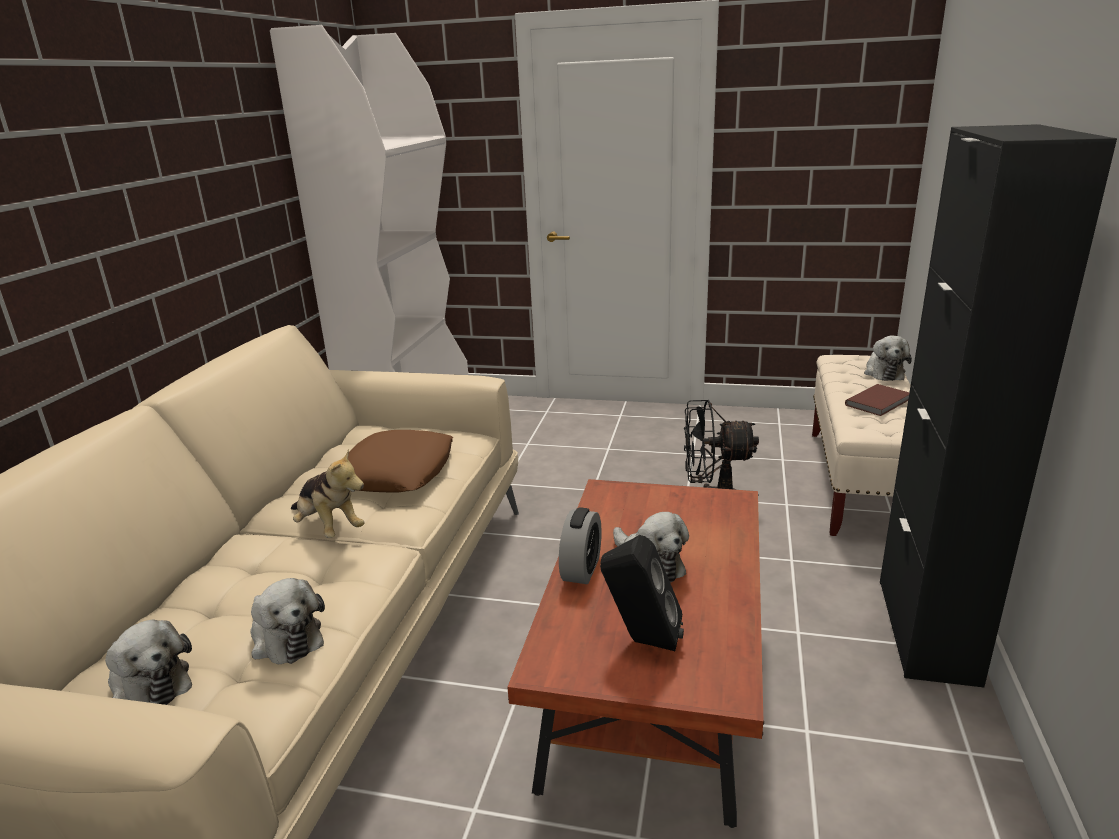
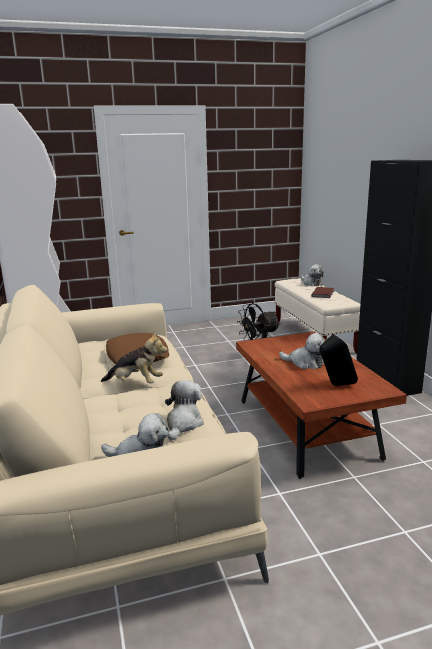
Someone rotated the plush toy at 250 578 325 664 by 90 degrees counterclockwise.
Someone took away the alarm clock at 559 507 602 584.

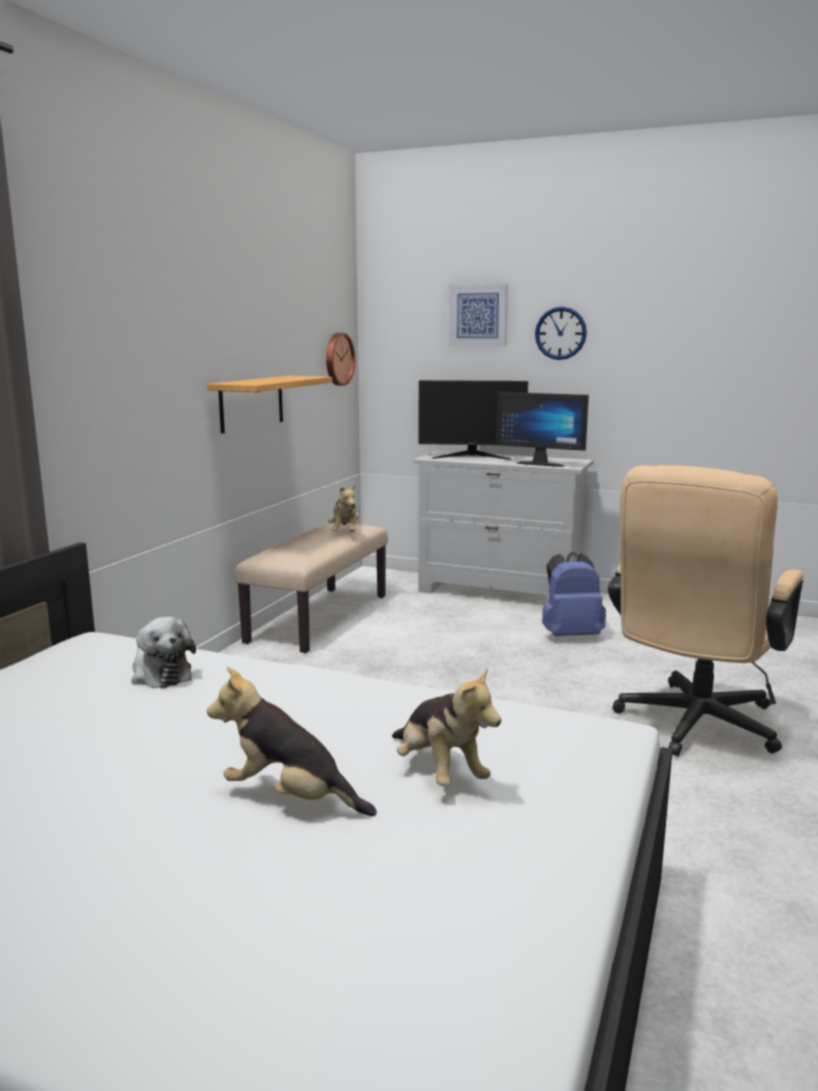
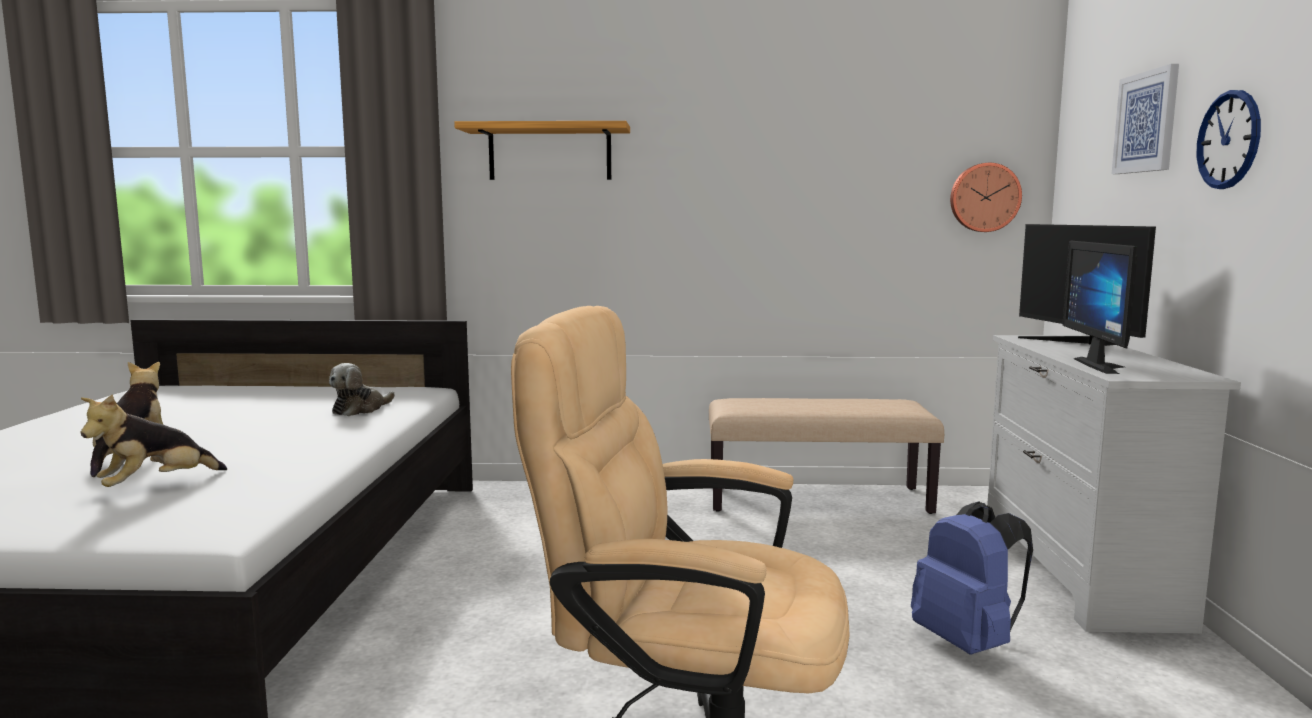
Someone carried the shelf from 207 376 332 434 to 454 121 630 180.
Someone took away the plush toy at 328 484 359 532.

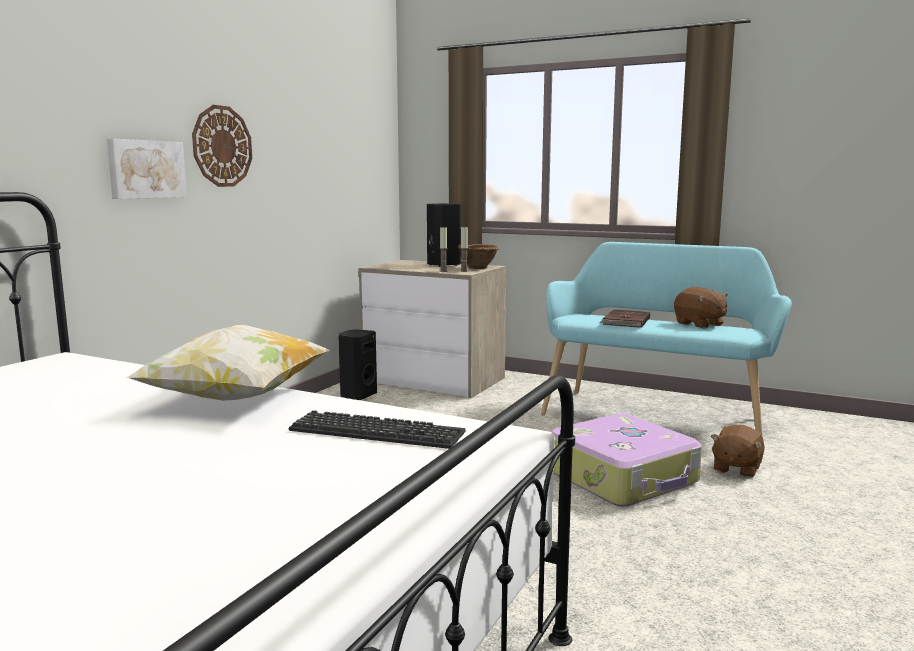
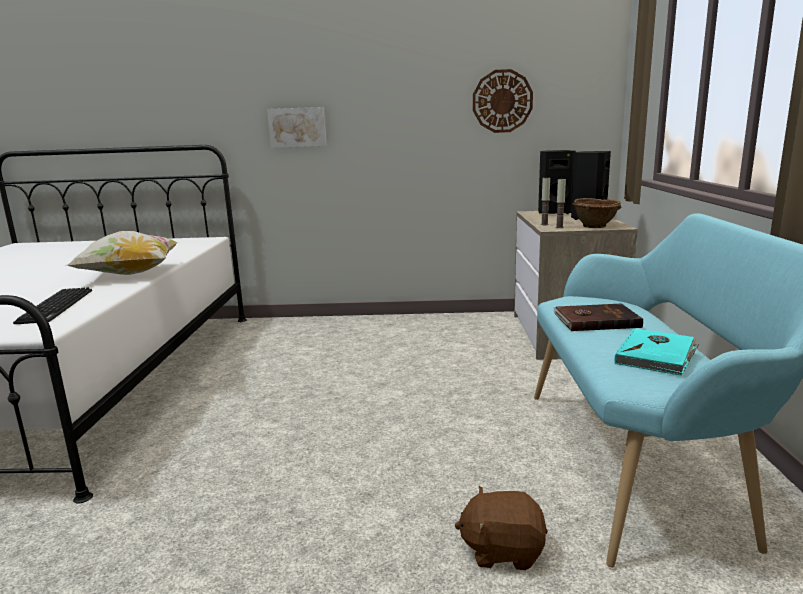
Someone carried the wall clock from 192 105 252 187 to 473 69 533 133.
Someone carried the black speaker from 338 329 377 400 to 538 150 576 214.
Someone took away the suitcase at 550 414 702 507.
Someone swapped the brown plush toy at 674 287 728 328 for the turquoise book at 614 328 699 376.

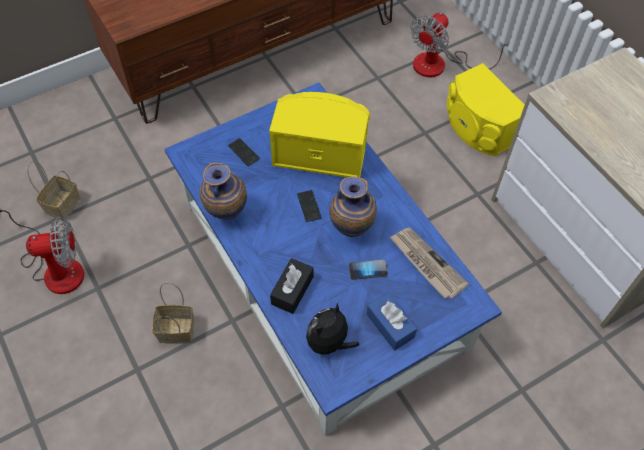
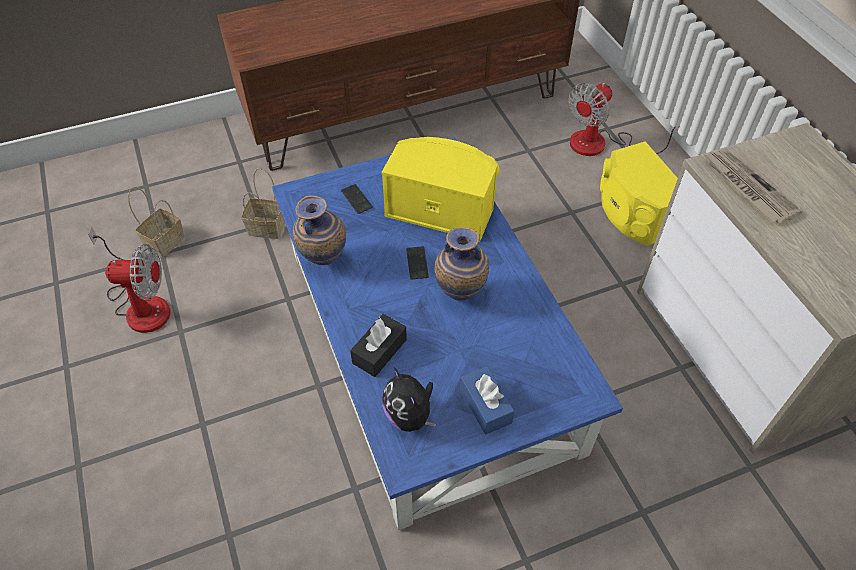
Someone carried the basket from 152 282 194 344 to 241 168 285 239.
Someone rotated the plush toy at 306 303 359 363 by 75 degrees counterclockwise.
Someone took away the phone at 349 259 388 280.
Someone carried the newspaper from 390 228 469 299 to 705 149 802 225.

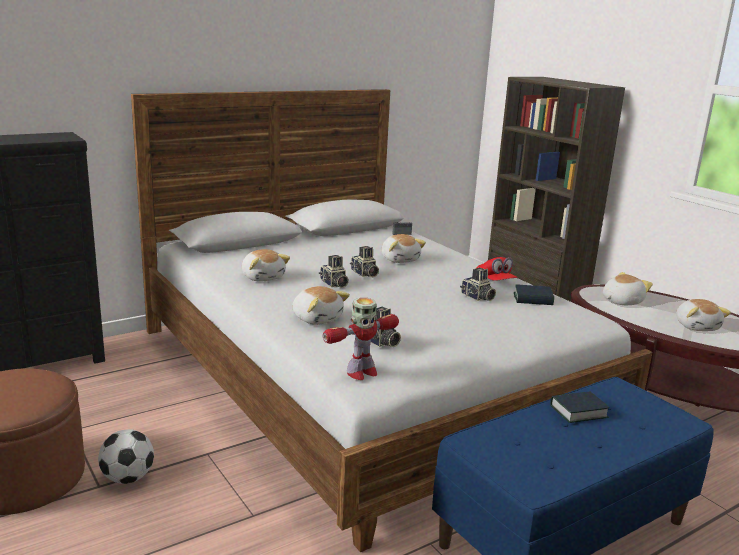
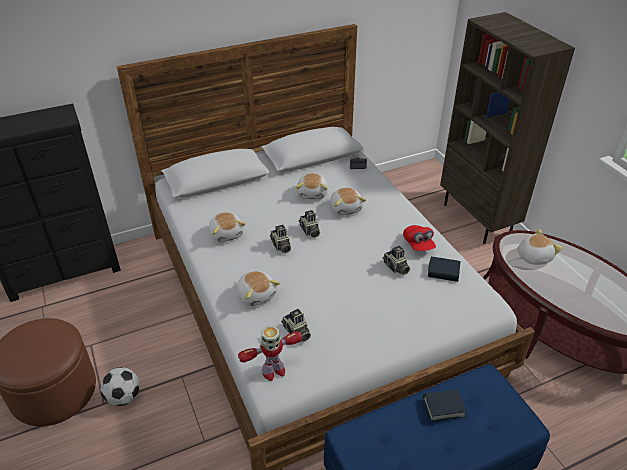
Someone carried the plush toy from 676 299 731 331 to 296 173 328 199.

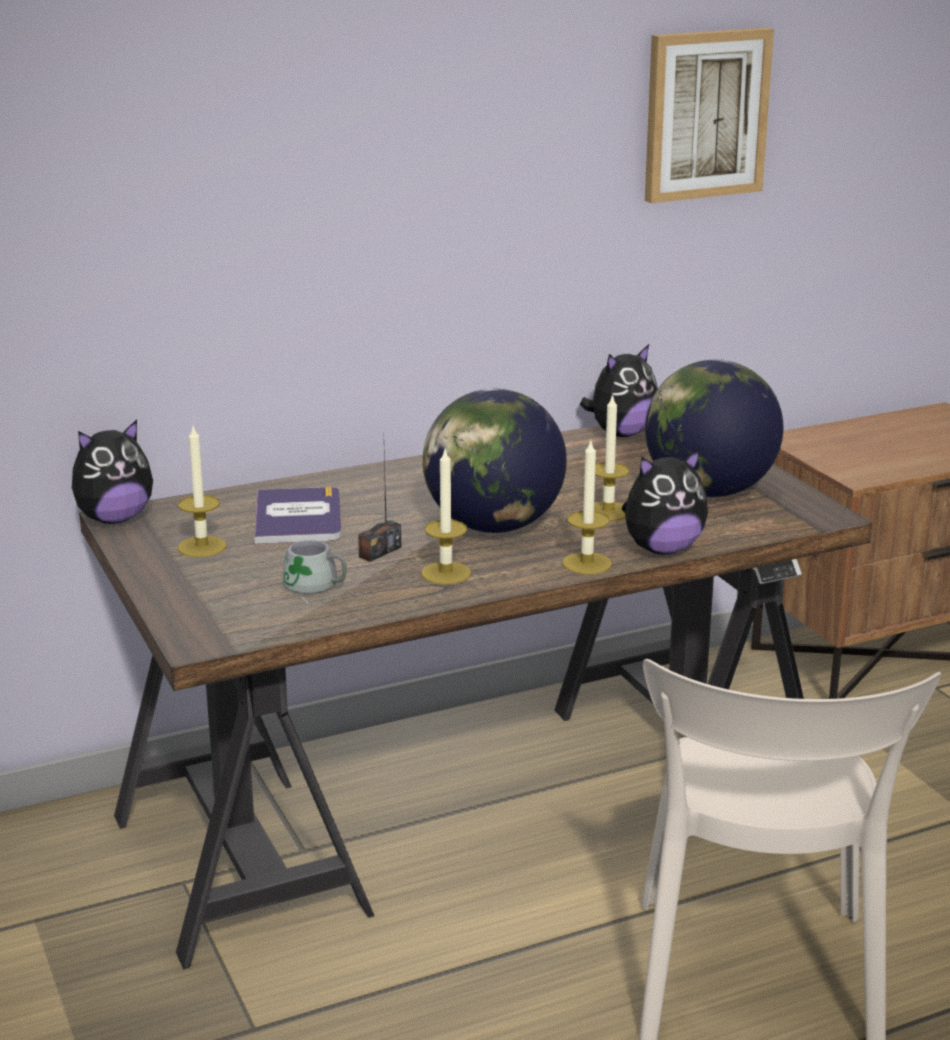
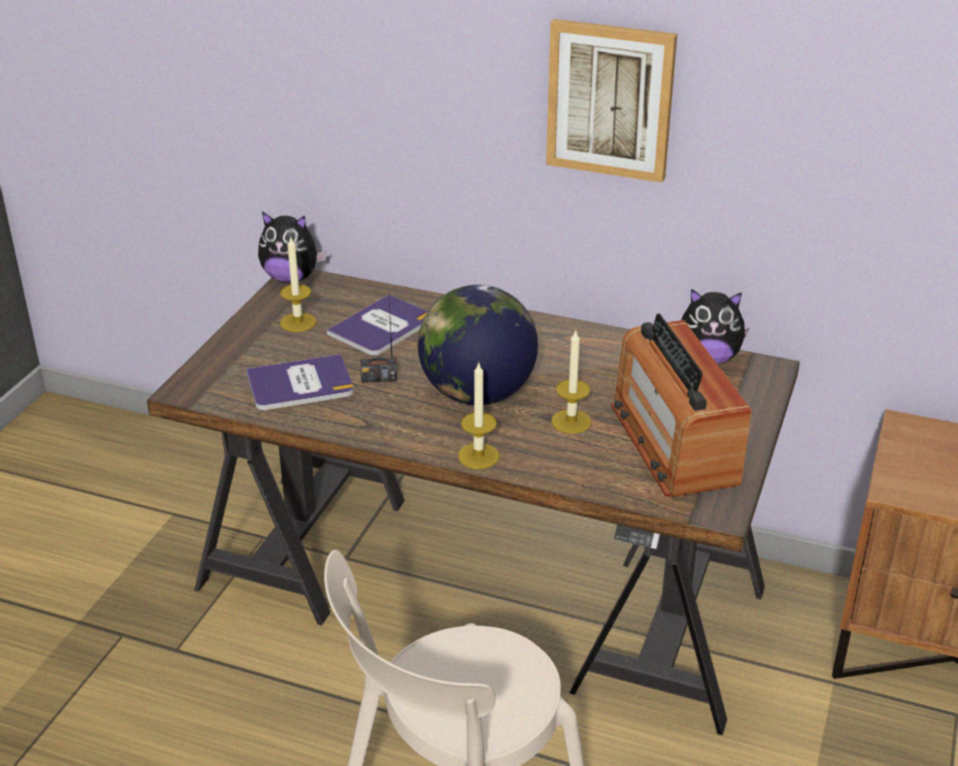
Someone swapped the grey mug at 282 540 347 604 for the book at 246 354 354 411.
Someone took away the candle at 421 447 471 584.
Someone took away the plush toy at 622 449 708 555.
Someone carried the picture from 645 28 774 203 to 546 19 677 183.
Someone swapped the globe at 645 359 783 497 for the radio at 611 313 752 497.

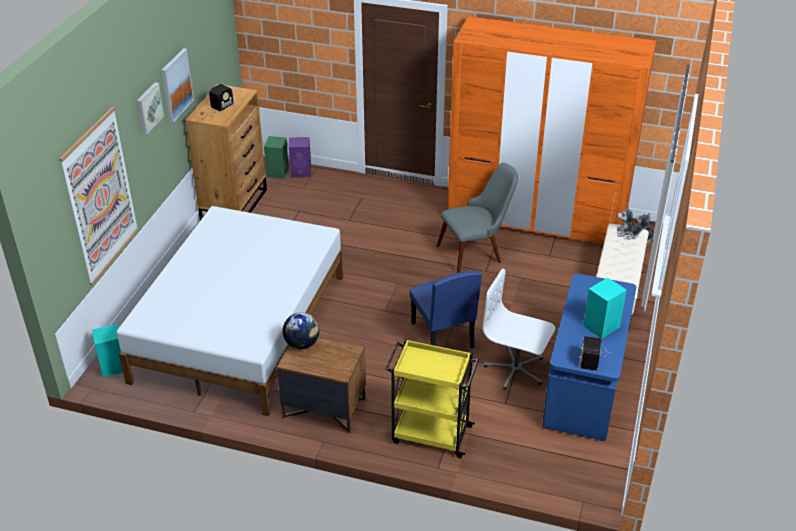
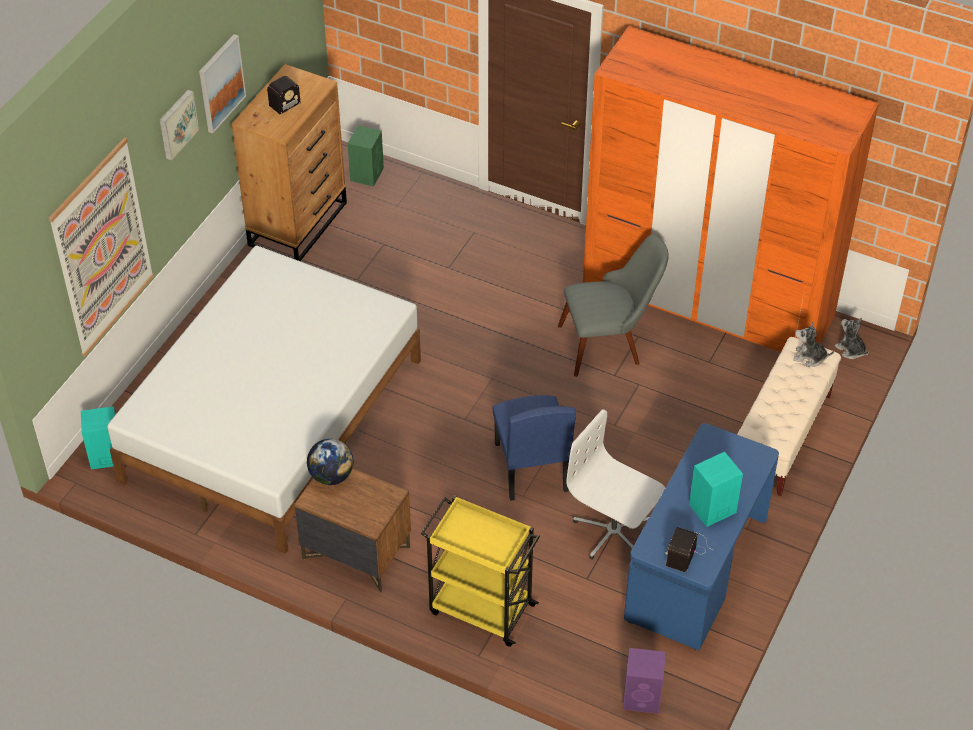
Someone carried the purple speaker from 288 137 311 178 to 623 648 666 714.

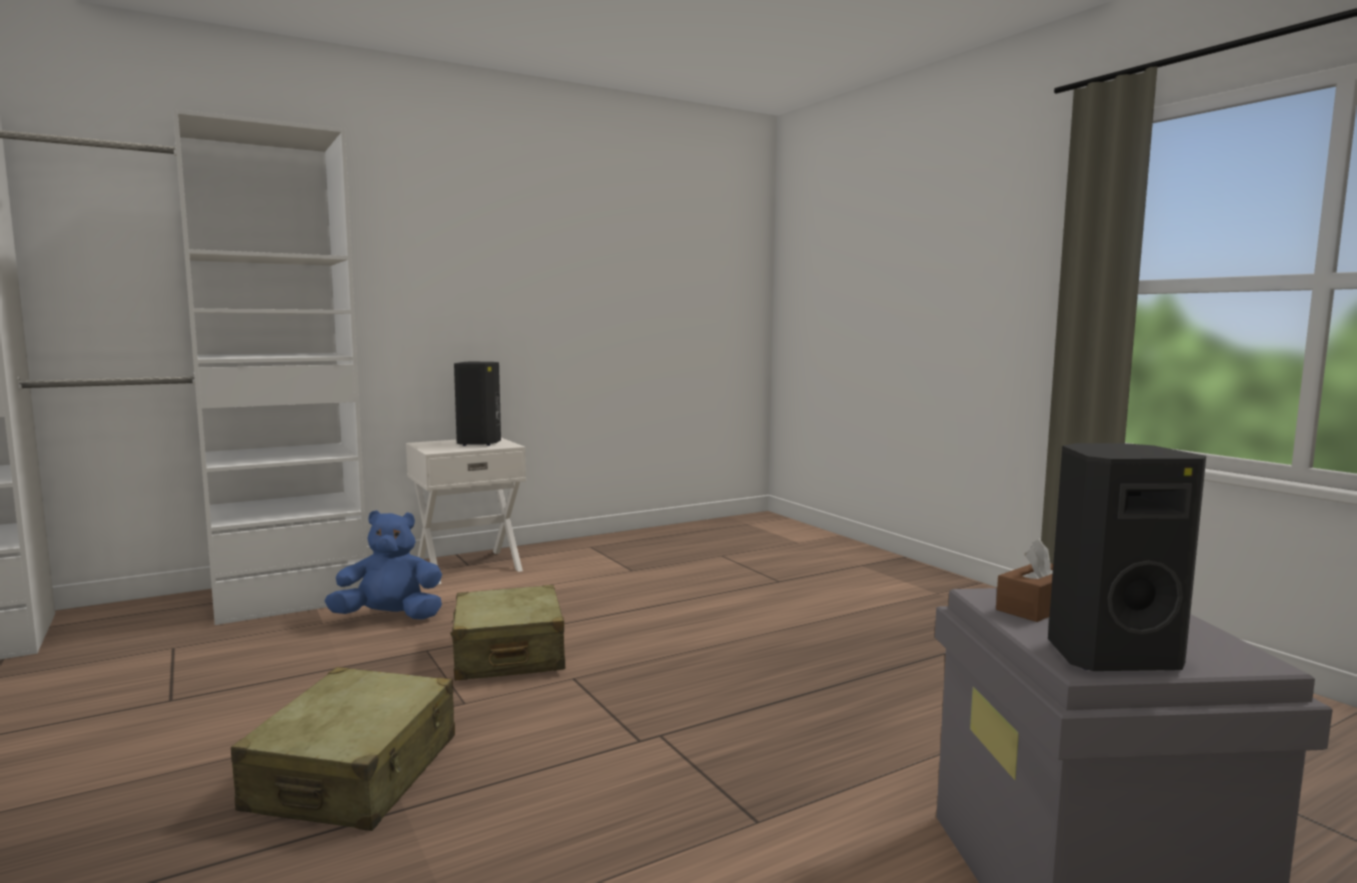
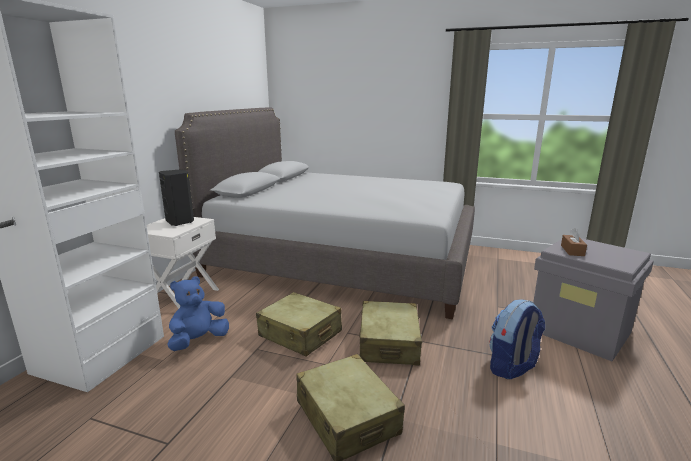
Someone took away the black speaker at 1048 443 1206 671.
Someone put down the grey bed at 175 107 475 319.
Someone put down the beige suitcase at 359 301 423 366.
Someone put down the backpack at 490 299 545 379.

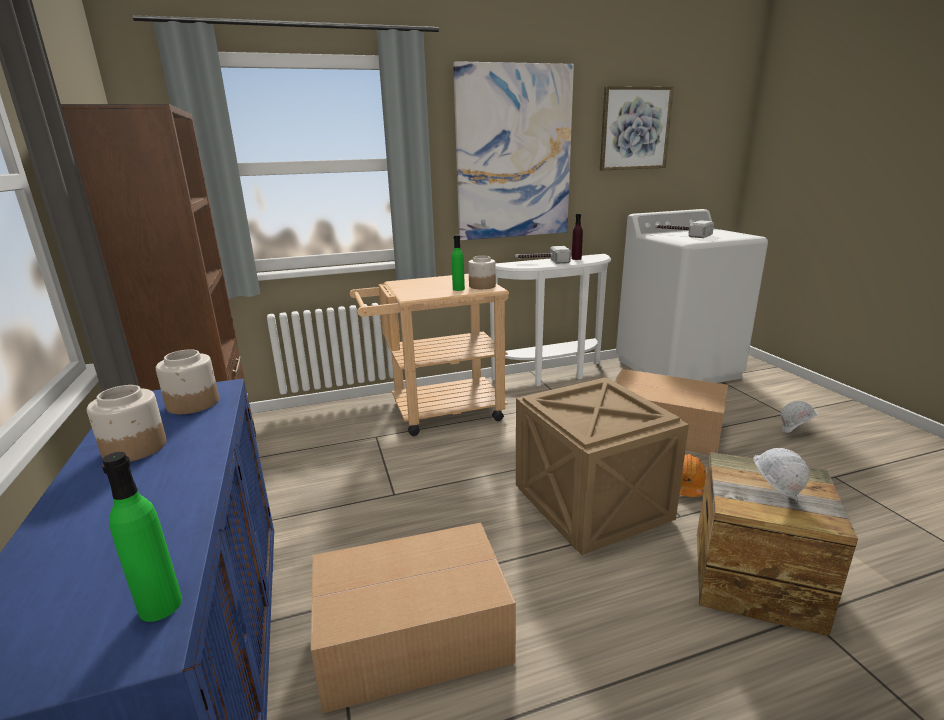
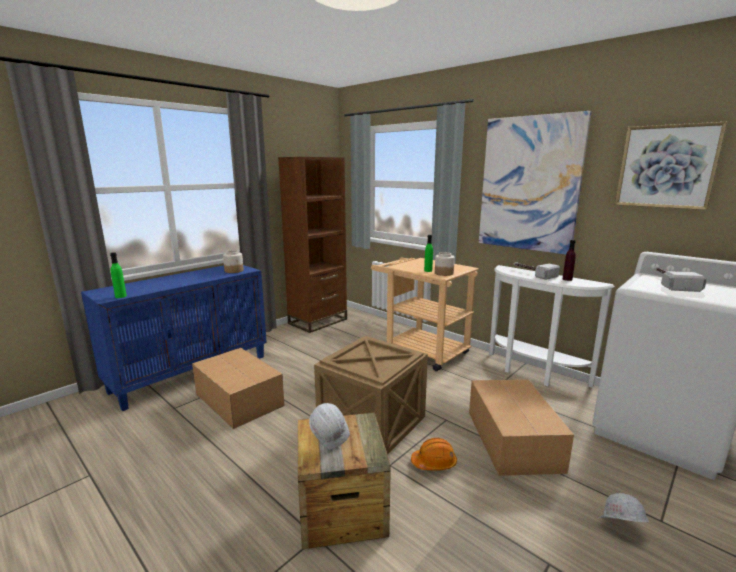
Someone took away the jar at 87 385 167 462.

